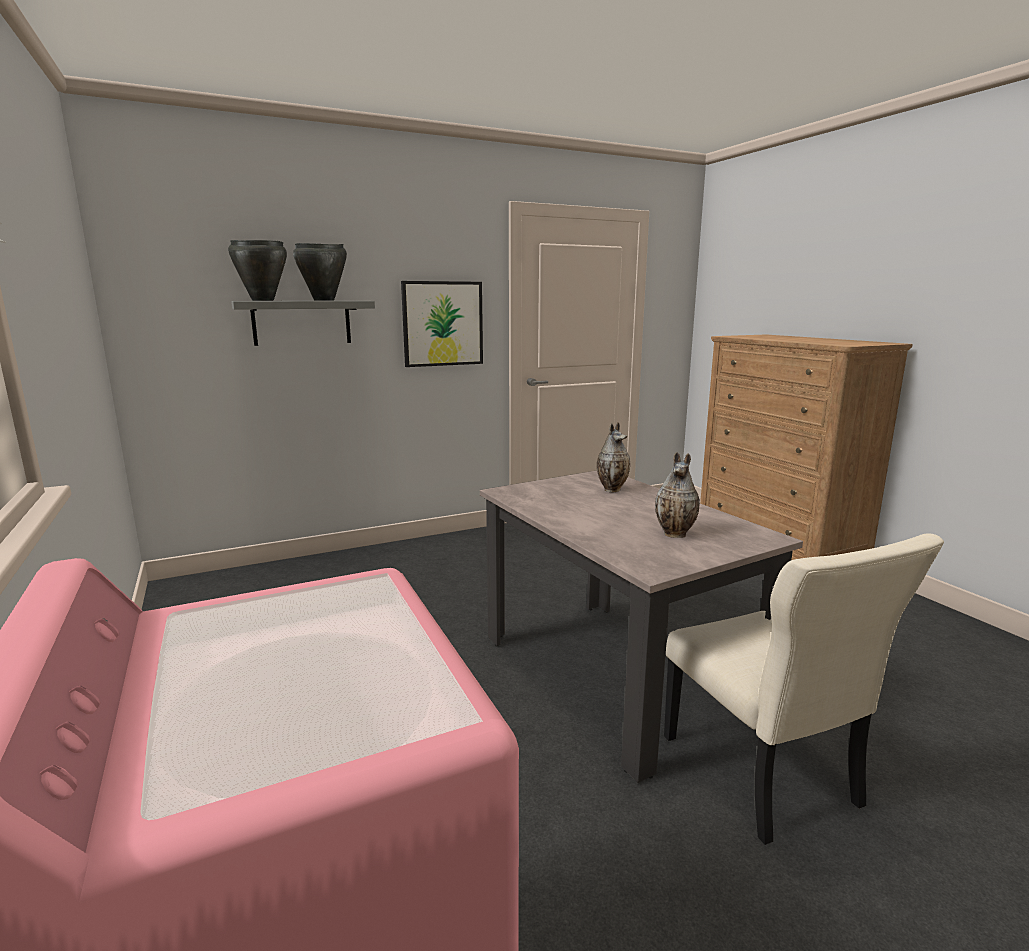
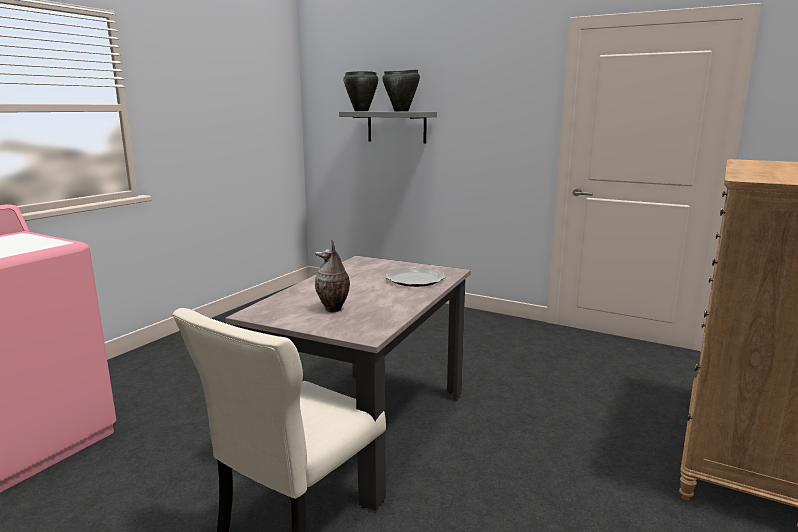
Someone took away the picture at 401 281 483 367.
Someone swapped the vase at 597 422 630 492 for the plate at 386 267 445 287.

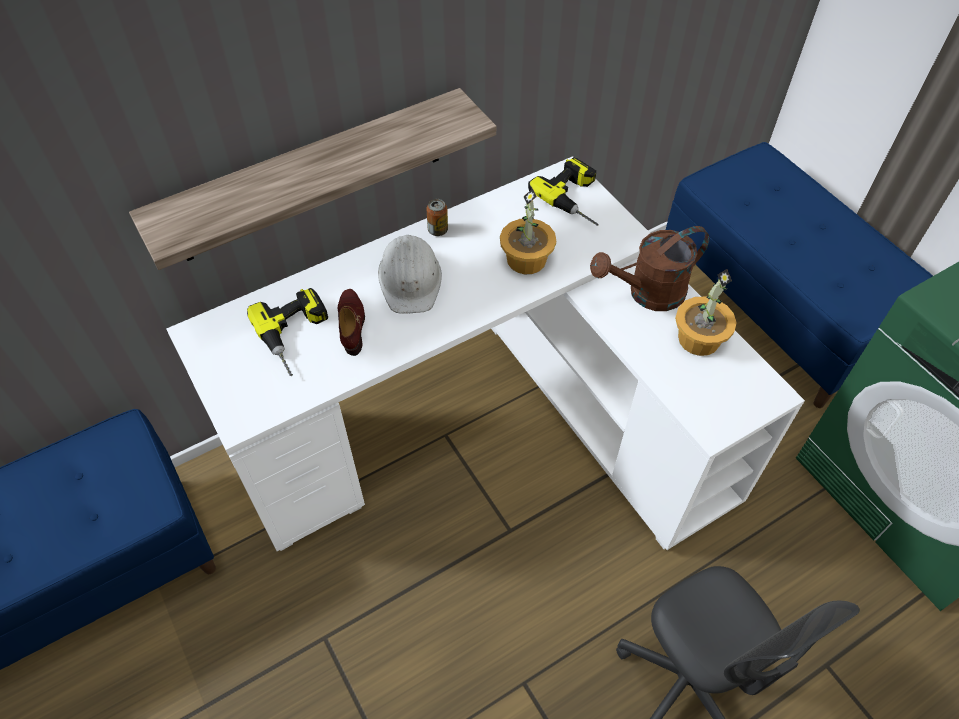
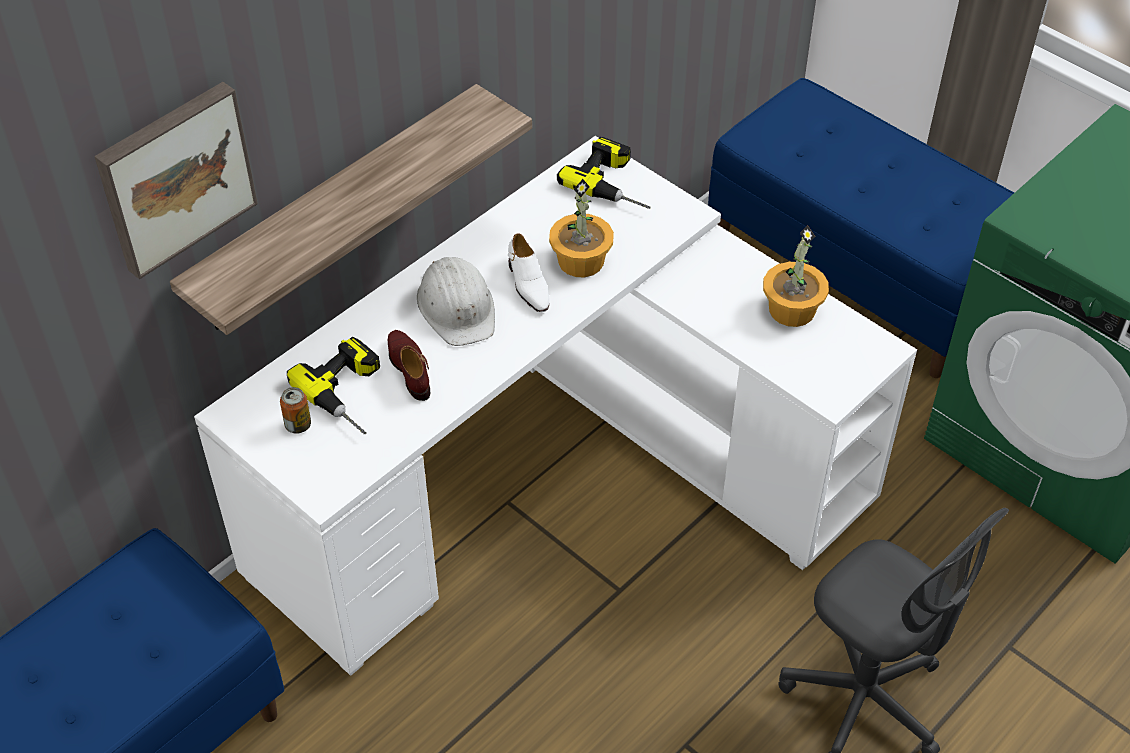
Someone carried the can from 426 199 448 236 to 280 387 311 434.
Someone took away the brown watering can at 590 226 709 311.
Someone put up the picture at 94 82 258 279.
Someone put down the white shoe at 508 233 549 313.

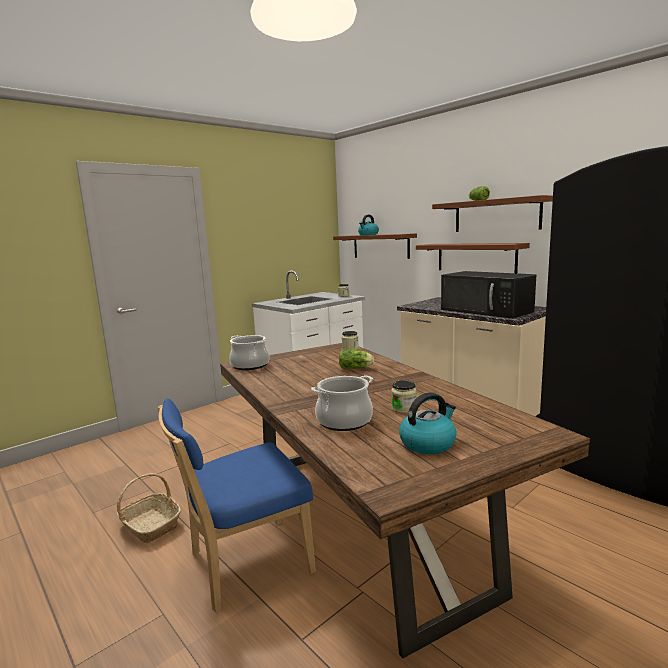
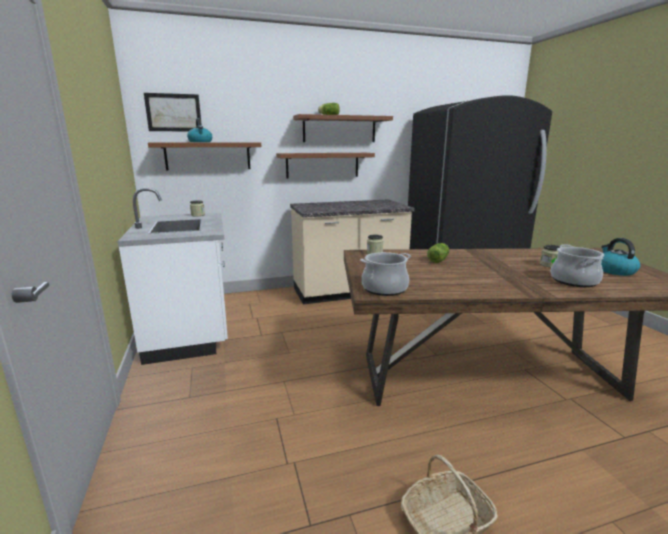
Someone took away the blue chair at 158 398 316 613.
Someone took away the black microwave at 441 271 536 319.
Someone put up the picture at 144 93 201 131.

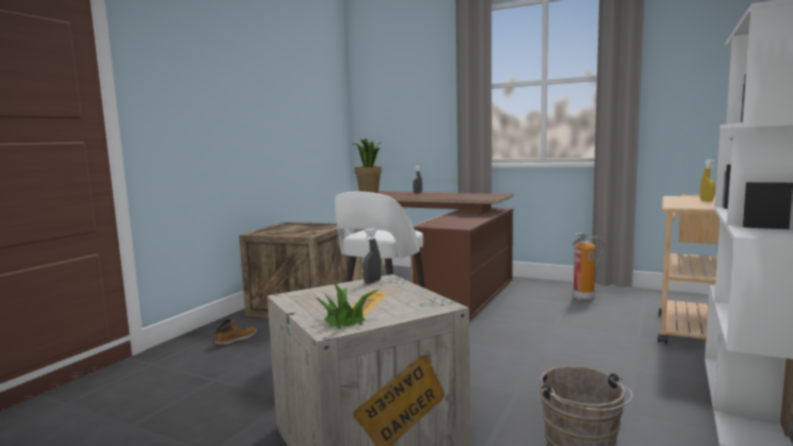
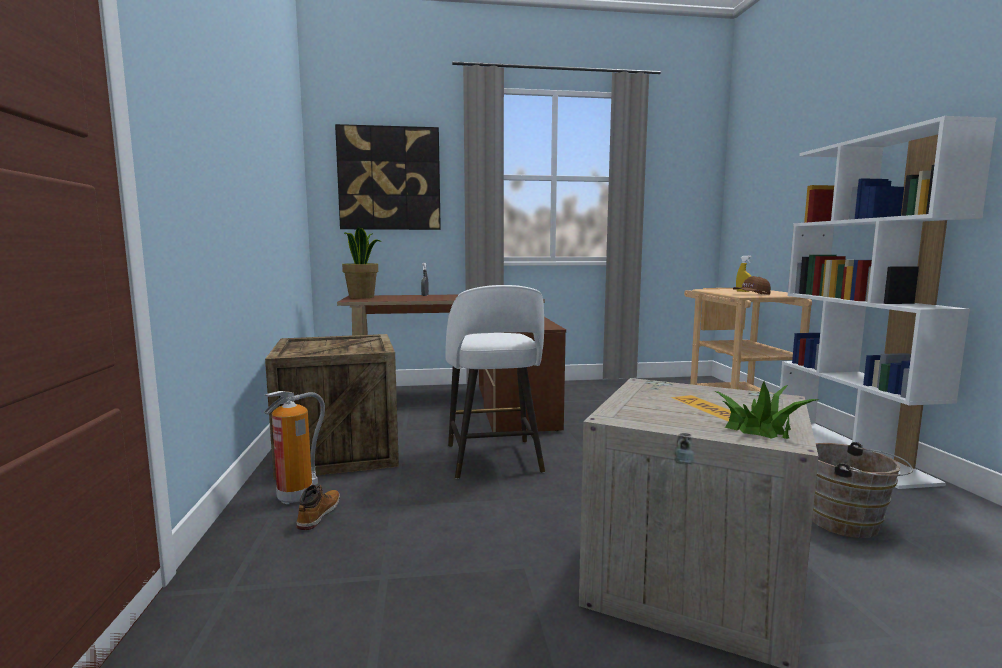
Someone took away the grey spray bottle at 363 228 381 284.
Someone carried the fire extinguisher from 572 233 605 300 to 264 391 325 504.
Someone put up the picture at 335 124 441 230.
Someone put down the brown cap at 733 276 771 295.

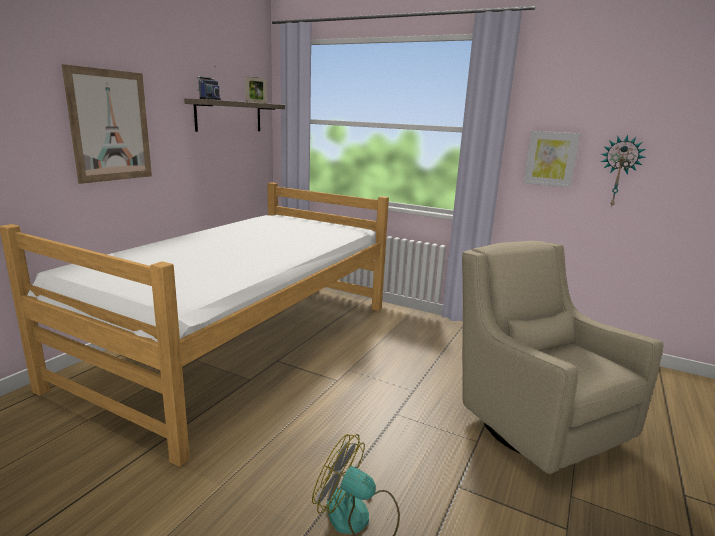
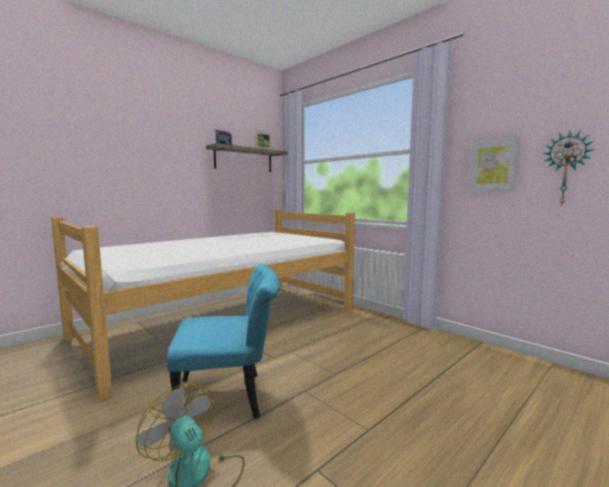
Someone took away the picture at 62 64 152 184.
Someone took away the beige armchair at 462 241 664 474.
Someone put down the turquoise chair at 167 264 280 430.

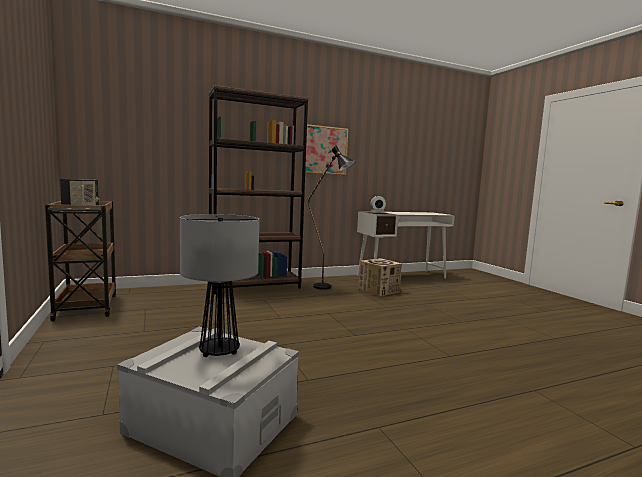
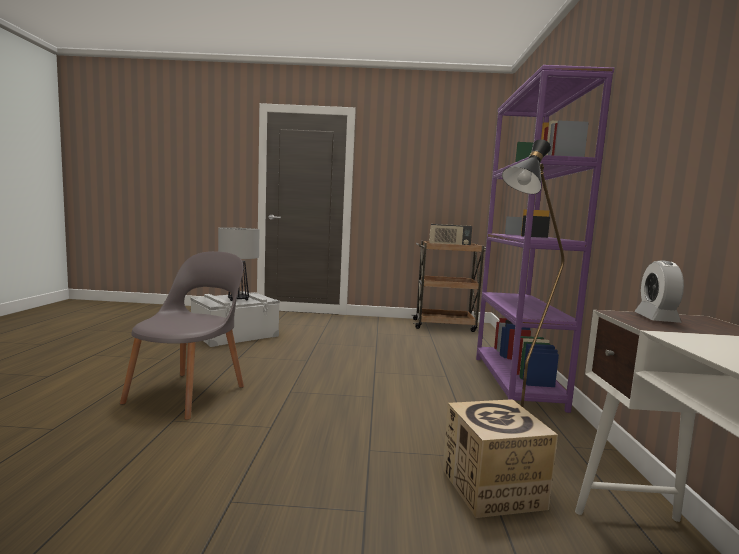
Someone repainted the brown bookcase at 209 85 309 294, which became the purple bookcase at 476 65 614 413.
Someone took away the picture at 305 124 348 175.
Someone put down the grey chair at 120 251 244 420.

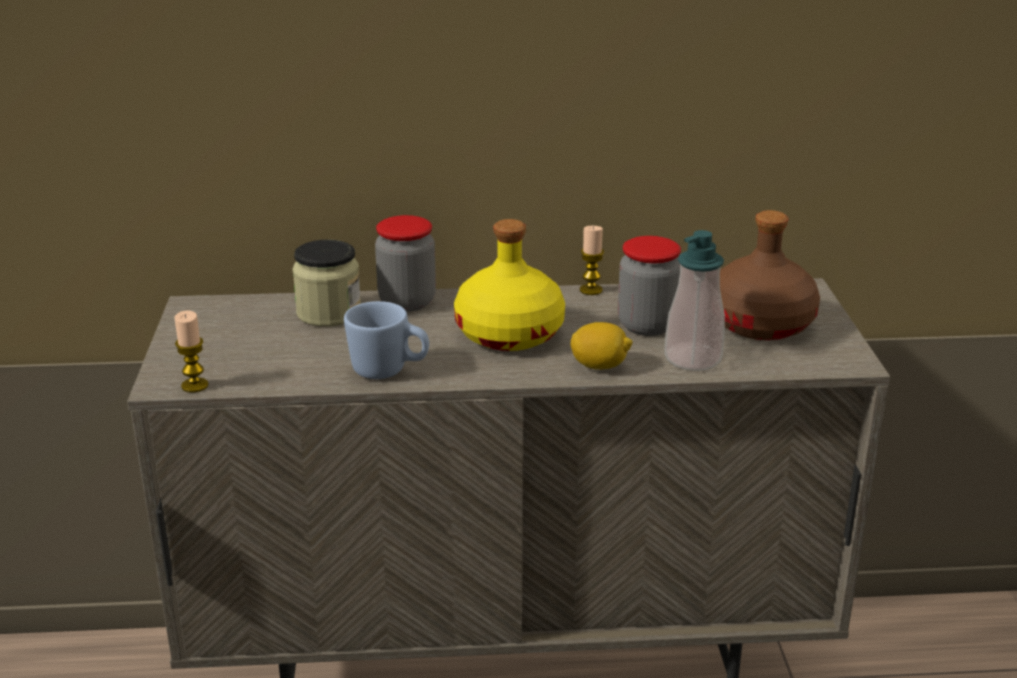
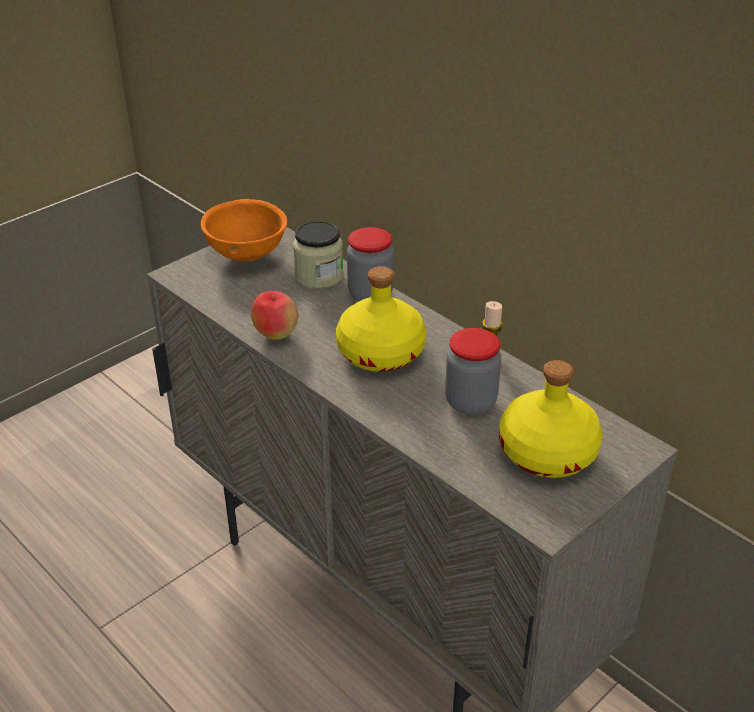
Someone took away the candle at 174 311 209 392.
Someone swapped the blue mug at 344 301 429 379 for the apple at 251 291 298 340.
Someone took away the lemon at 570 322 633 370.
Someone took away the soap dispenser at 664 230 725 371.
Someone repainted the brown bottle at 720 210 820 340, which became the yellow bottle at 499 360 603 478.
Someone put down the orange bowl at 201 199 287 262.

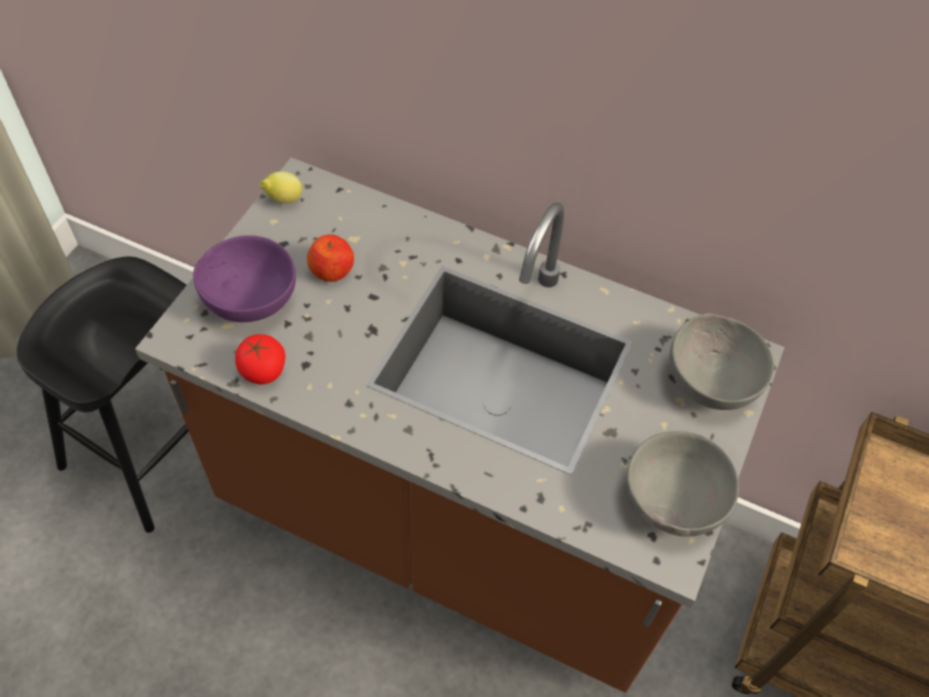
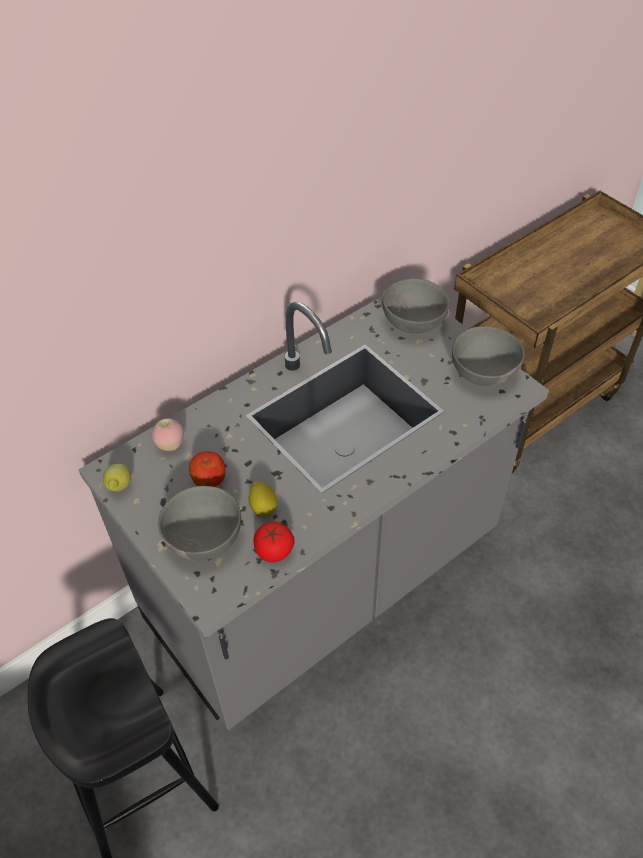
Someone repainted the brown counter at 135 158 785 693, which became the grey counter at 78 296 549 730.
Someone repainted the purple bowl at 193 236 296 322, which became the grey bowl at 158 486 241 561.
Someone put down the apple at 152 419 184 451.
Someone put down the lemon at 249 481 277 516.

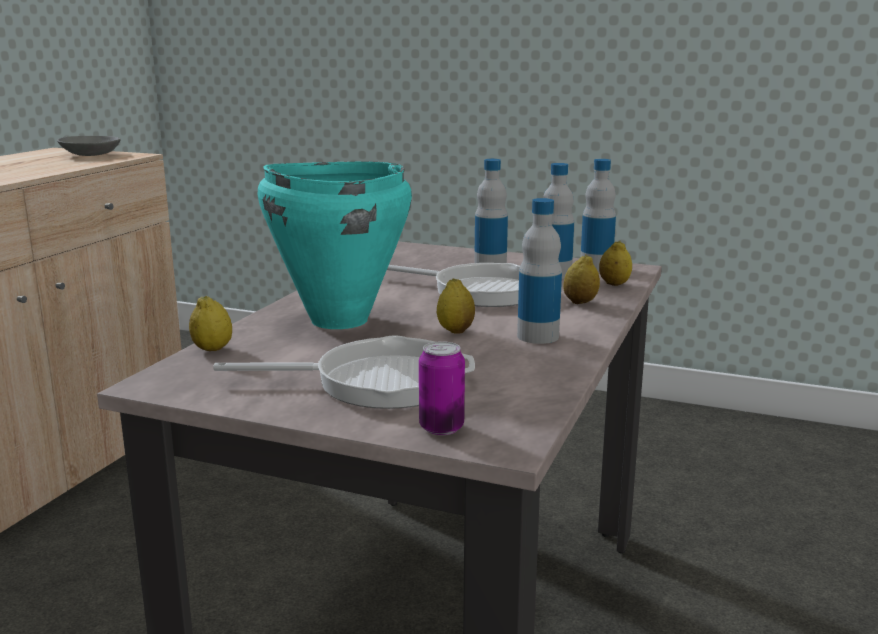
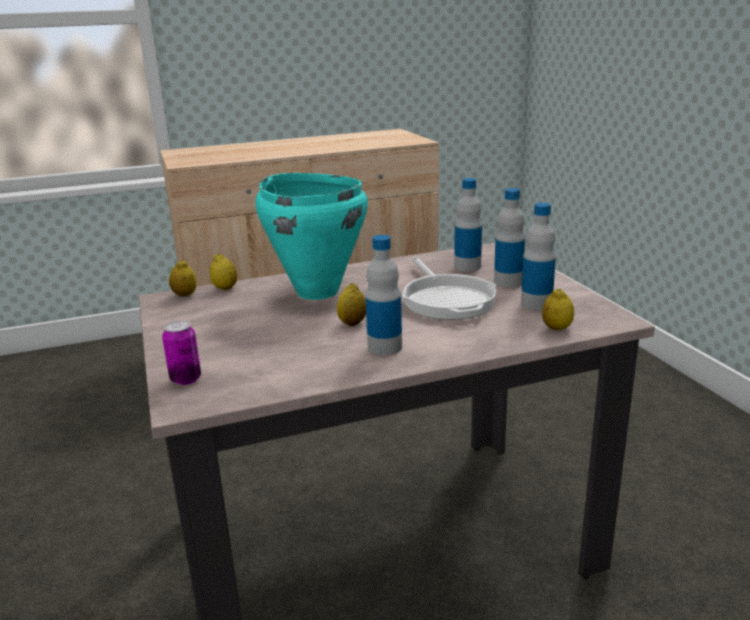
Someone took away the grey bowl at 57 136 121 156.
Someone took away the frying pan at 213 335 475 409.
Someone carried the lemon from 563 255 600 304 to 169 260 197 296.
Someone carried the bottle from 581 159 616 271 to 454 178 482 272.

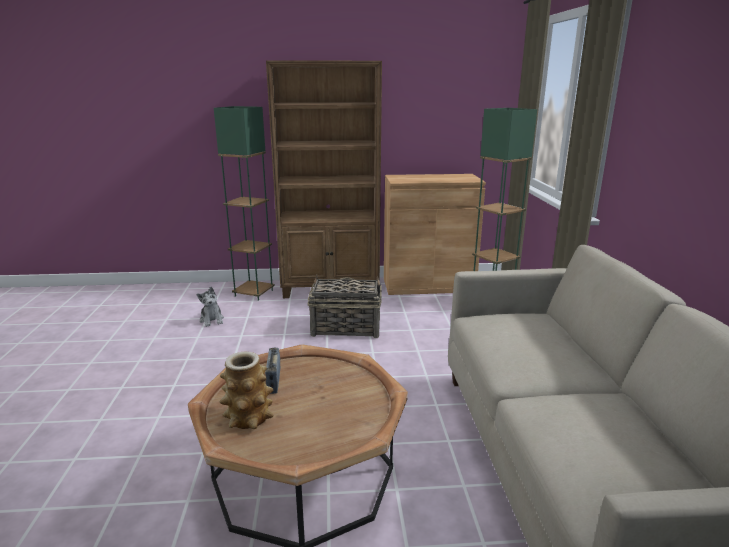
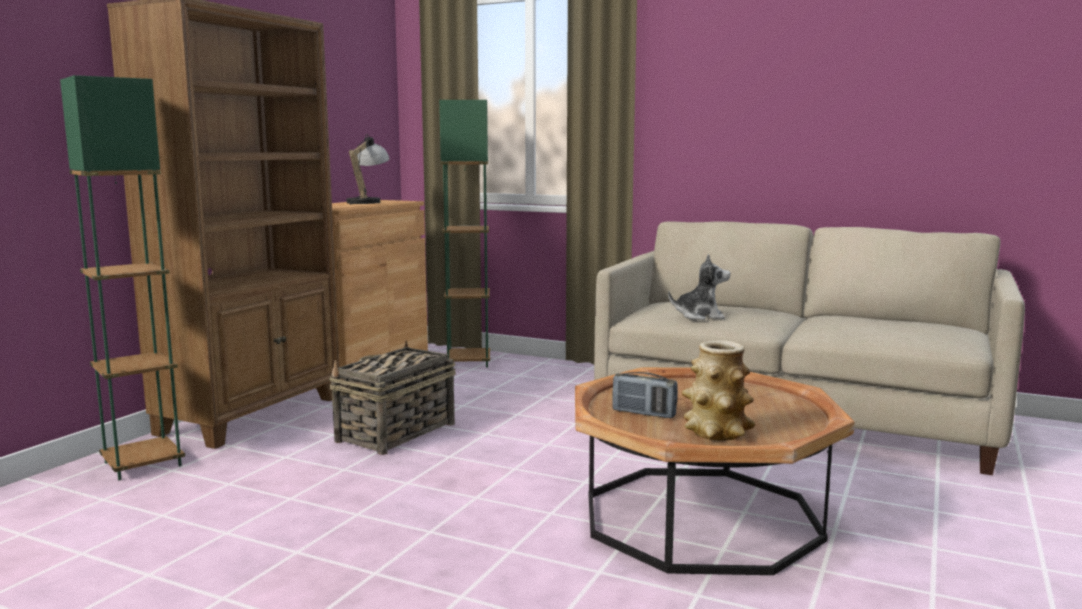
Someone carried the plush toy from 197 287 224 327 to 668 254 730 320.
Someone put down the table lamp at 347 134 390 205.

